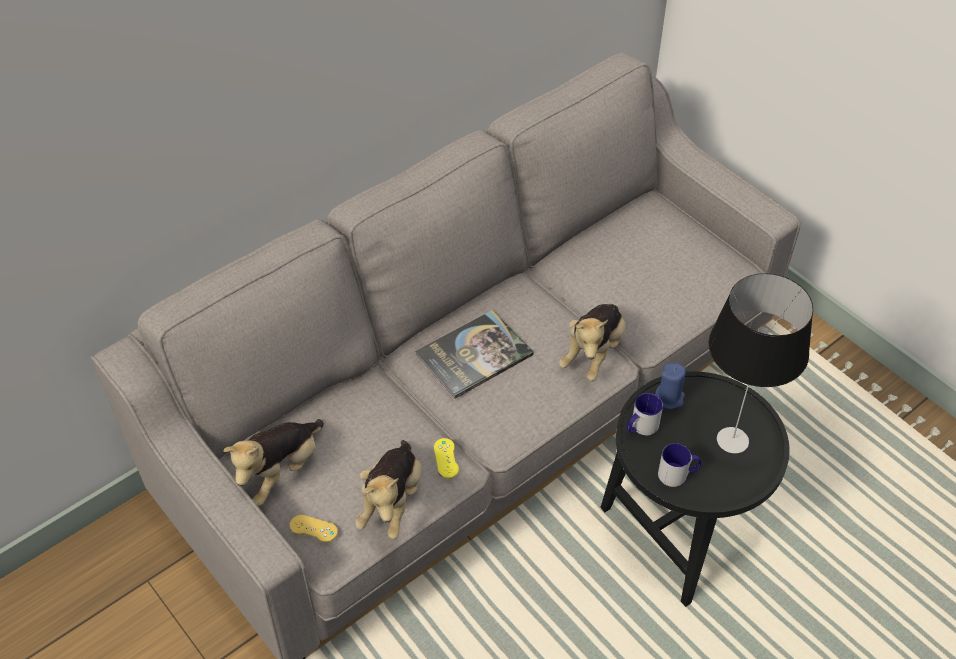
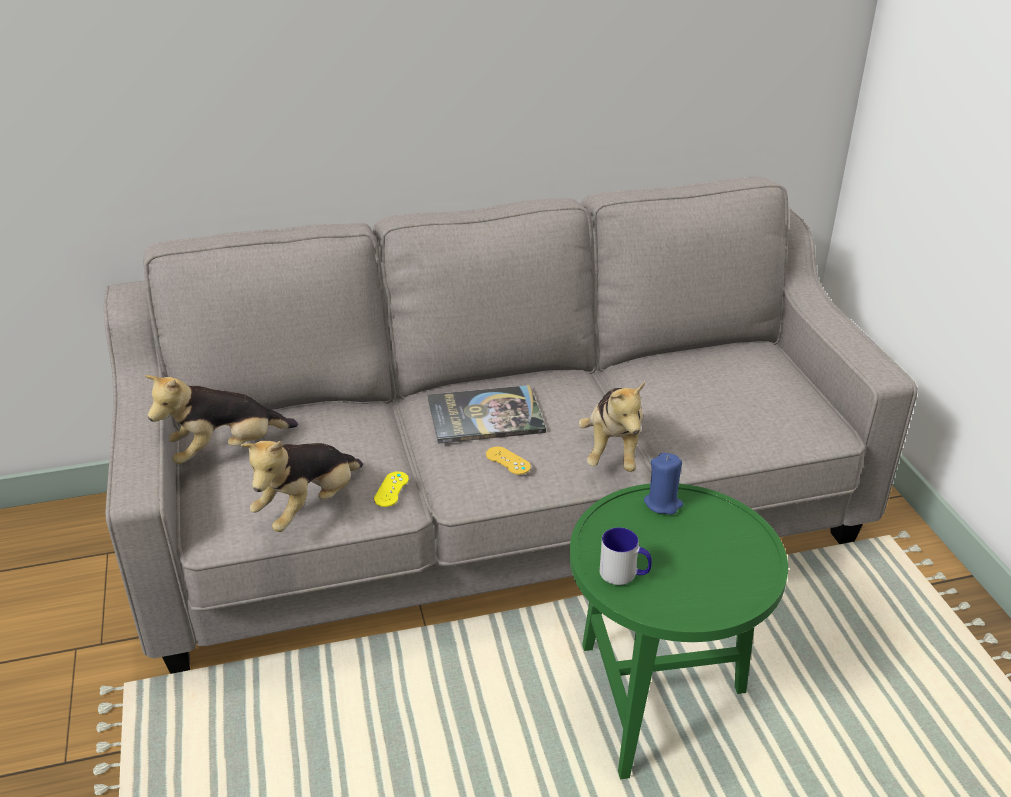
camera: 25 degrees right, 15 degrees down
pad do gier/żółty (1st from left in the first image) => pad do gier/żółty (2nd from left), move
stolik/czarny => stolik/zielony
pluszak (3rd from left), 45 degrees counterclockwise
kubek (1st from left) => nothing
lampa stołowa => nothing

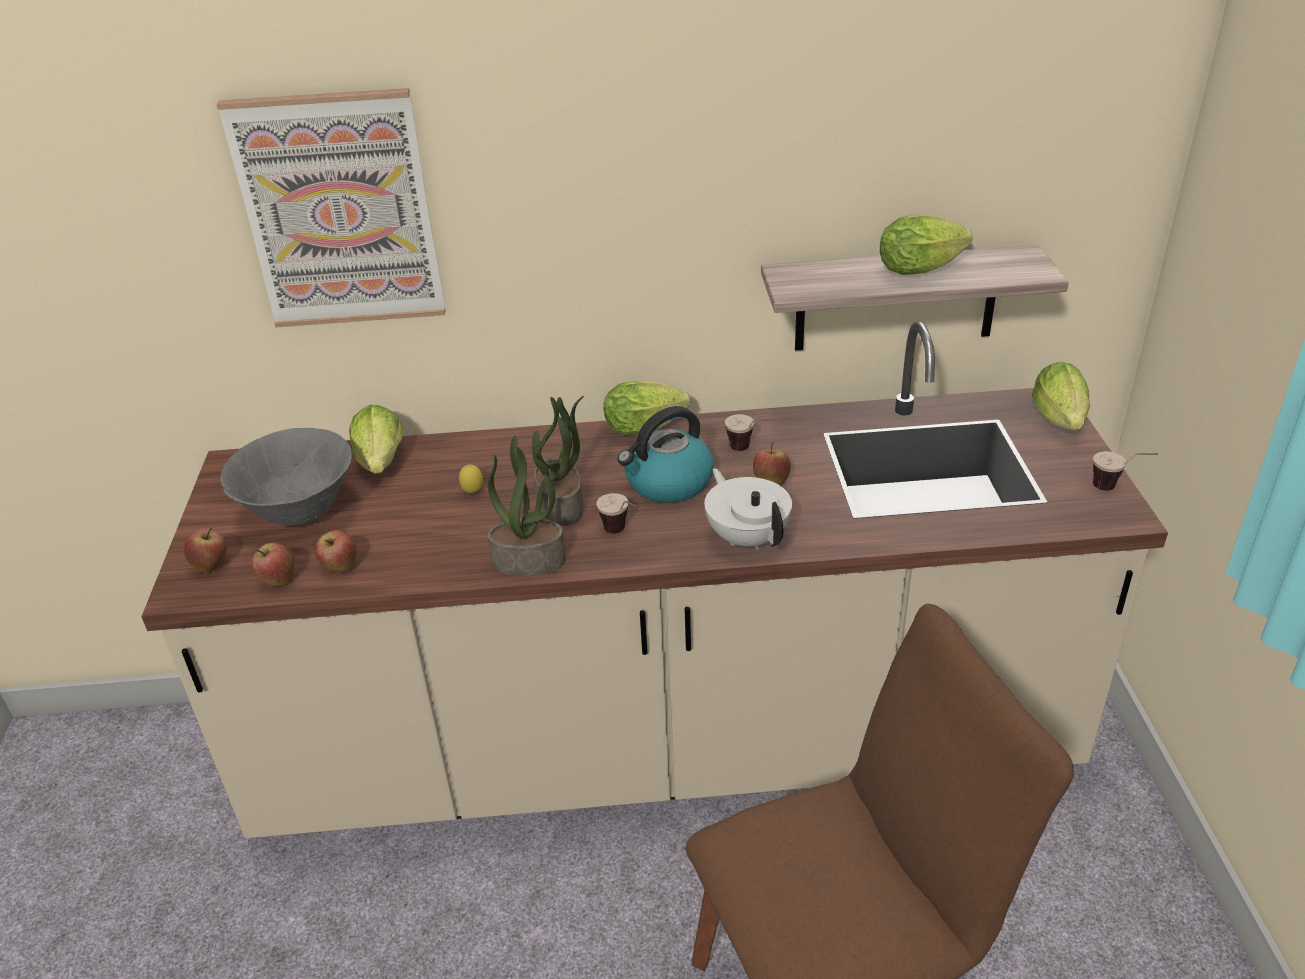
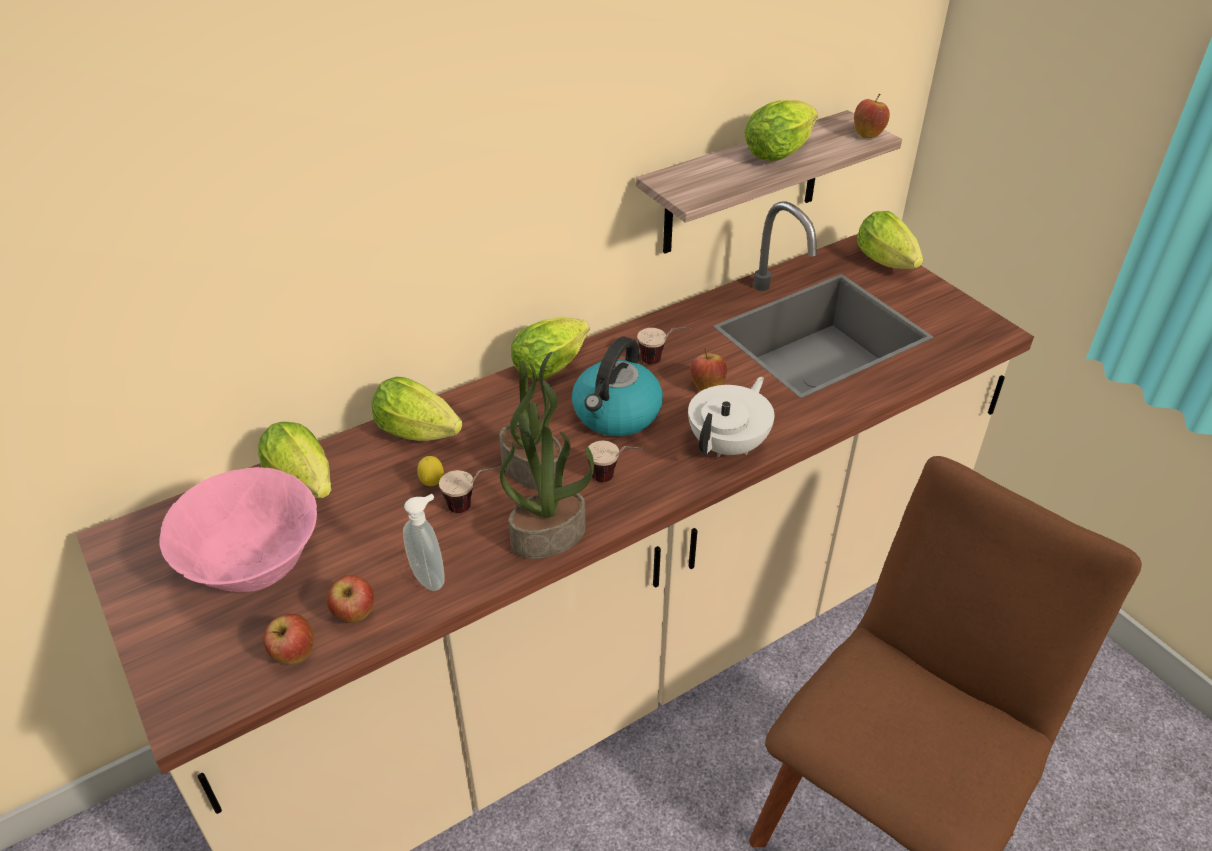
camera: 30 degrees left, 5 degrees up
miska/szary => miska/różowy
nothing => sałata (2nd from left)
nothing => dozownik mydła
filiżanka (3rd from left in the first image) => filiżanka (1st from left), move
imbryk/biały, 90 degrees clockwise
jabłko (1st from left in the first image) => jabłko (4th from left), move
obraz => nothing

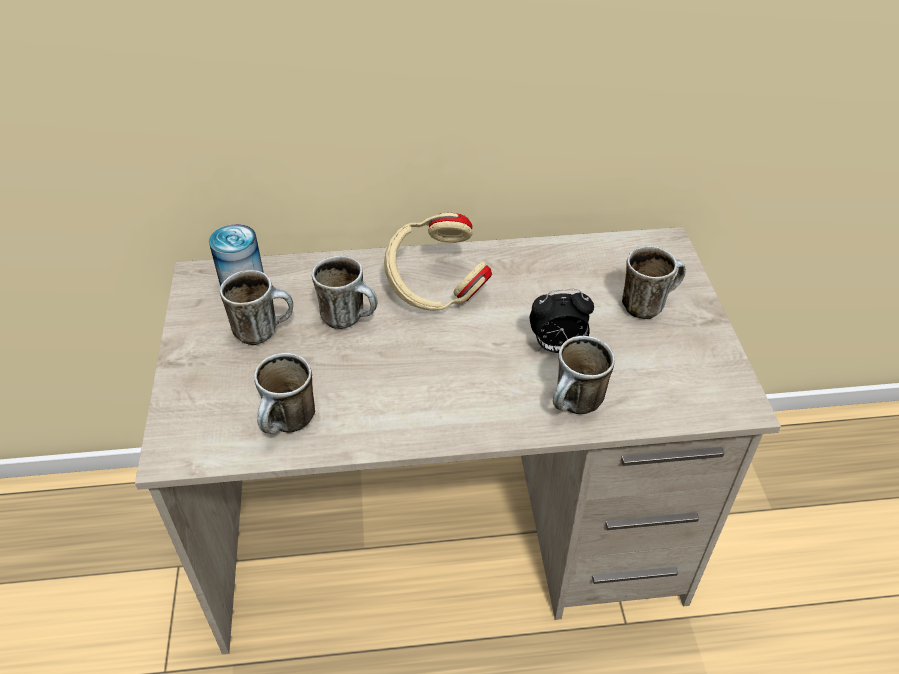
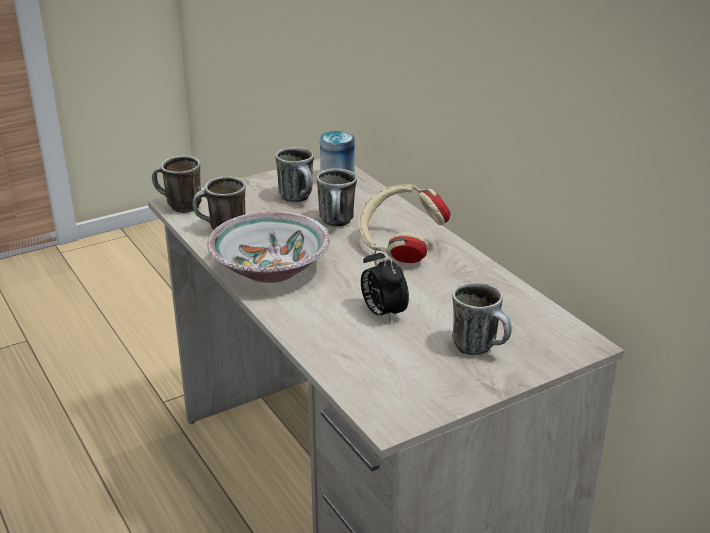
camera: 65 degrees right, 15 degrees down
kubek (4th from left in the first image) => kubek (1st from left), move
nothing => miska

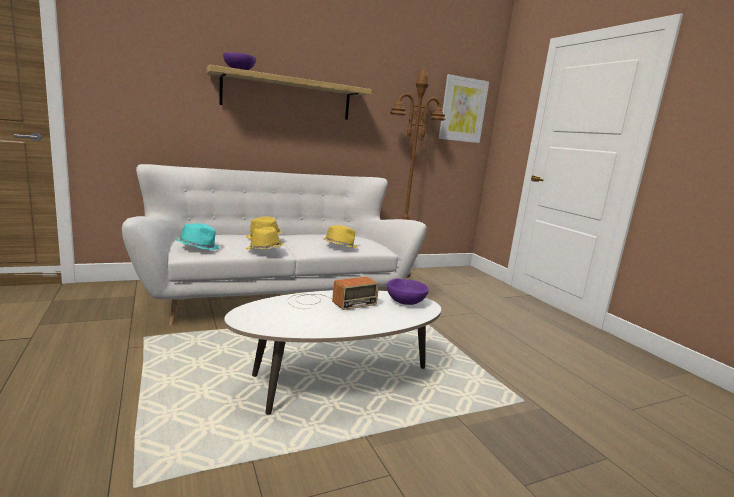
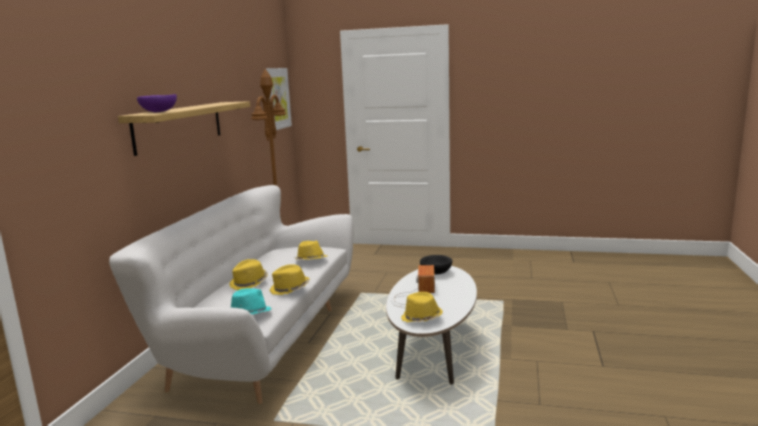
camera: 50 degrees left, 0 degrees up
nothing => kapelusz/żółty (4th from left)
miska/fioletowy (2nd from left) => miska/czarny

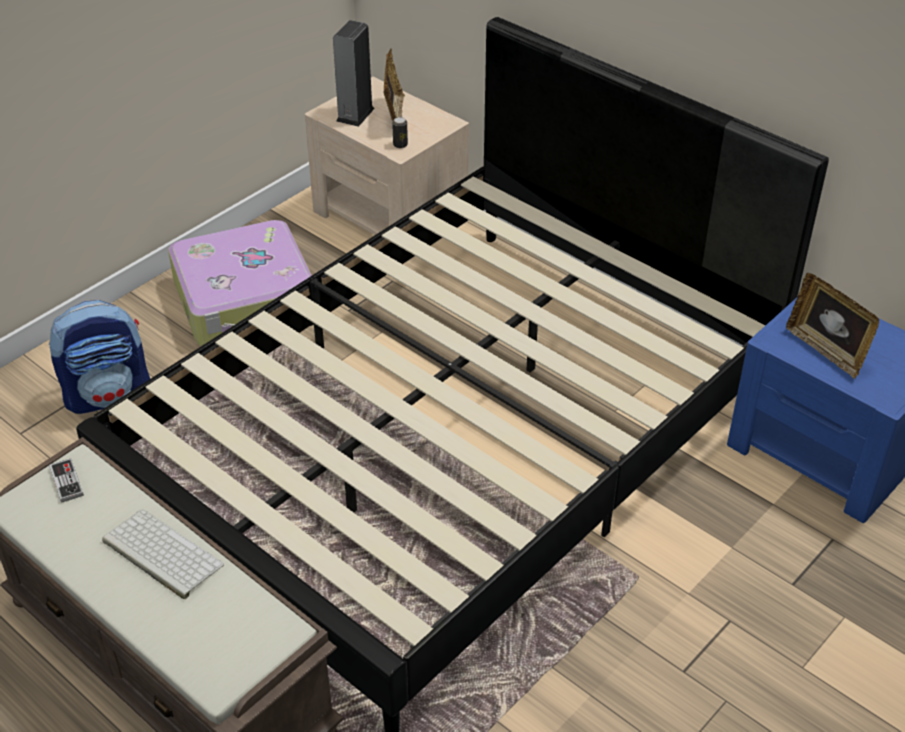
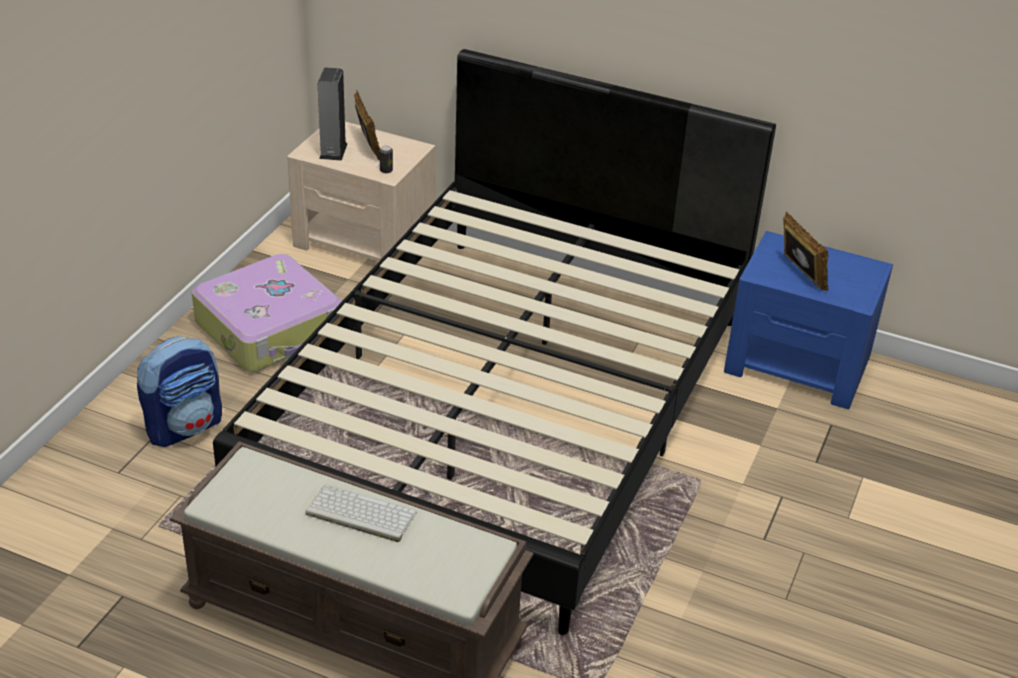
camera: 20 degrees left, 5 degrees down
ramka na zdjęcie (2nd from left), 150 degrees counterclockwise
pad do gier => nothing

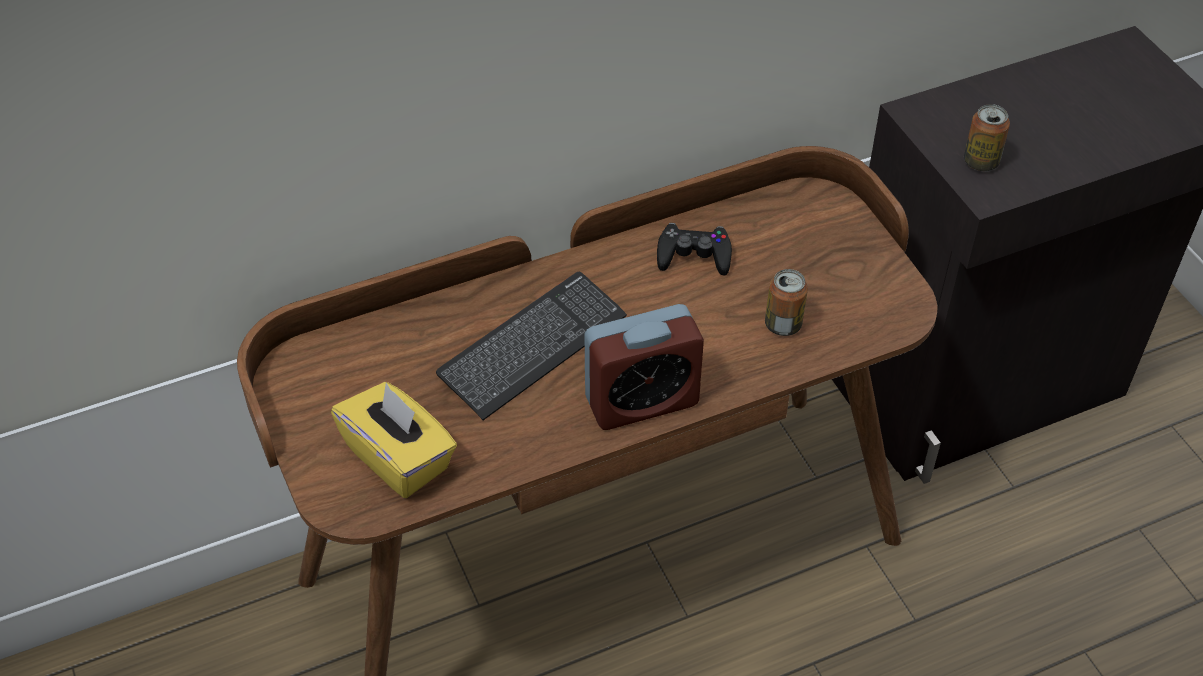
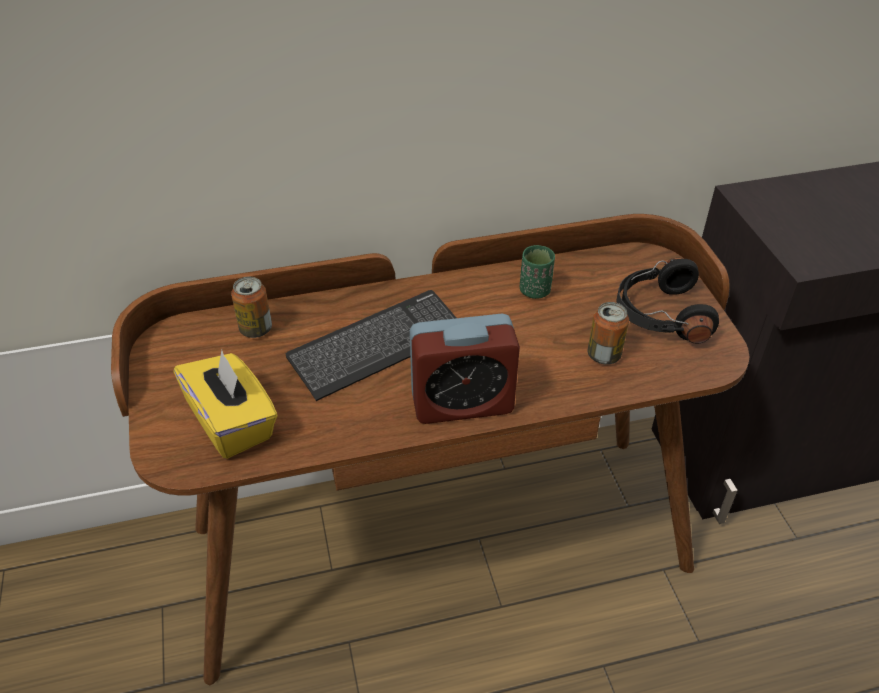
camera: 10 degrees right, 5 degrees down
puszka (2nd from left in the first image) => puszka (1st from left), move
pad do gier/czarny => filiżanka/zielony
nothing => słuchawki/czarny

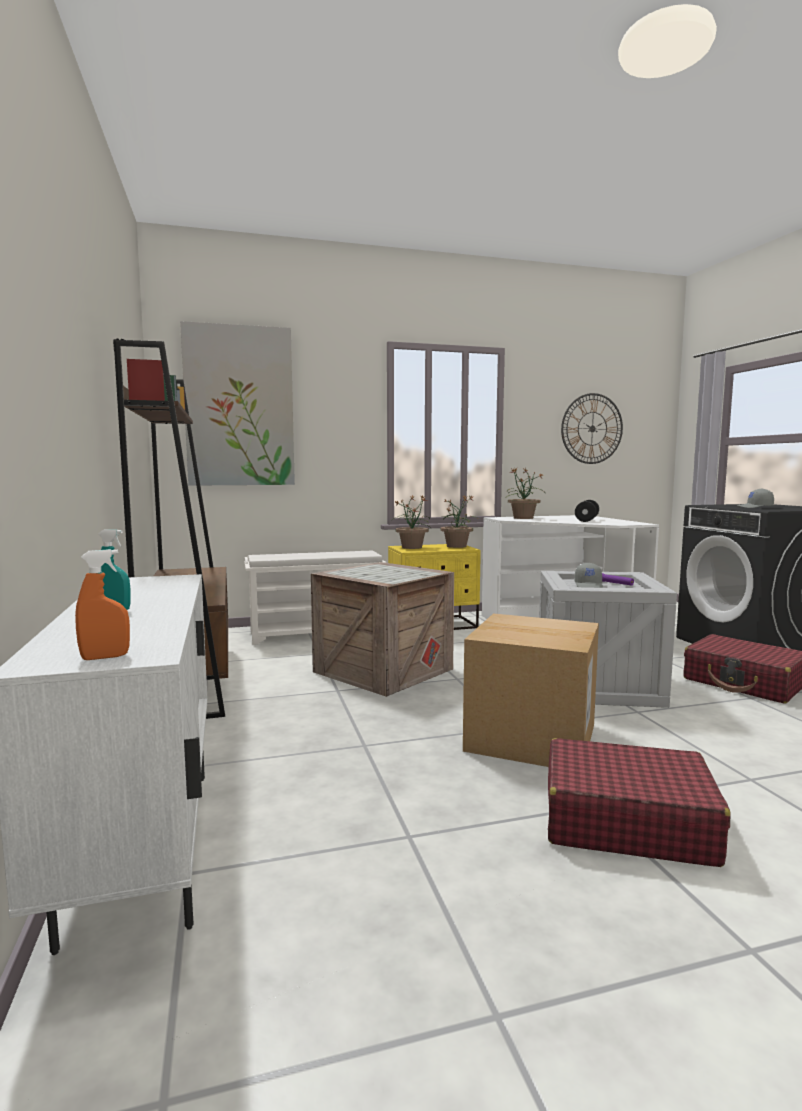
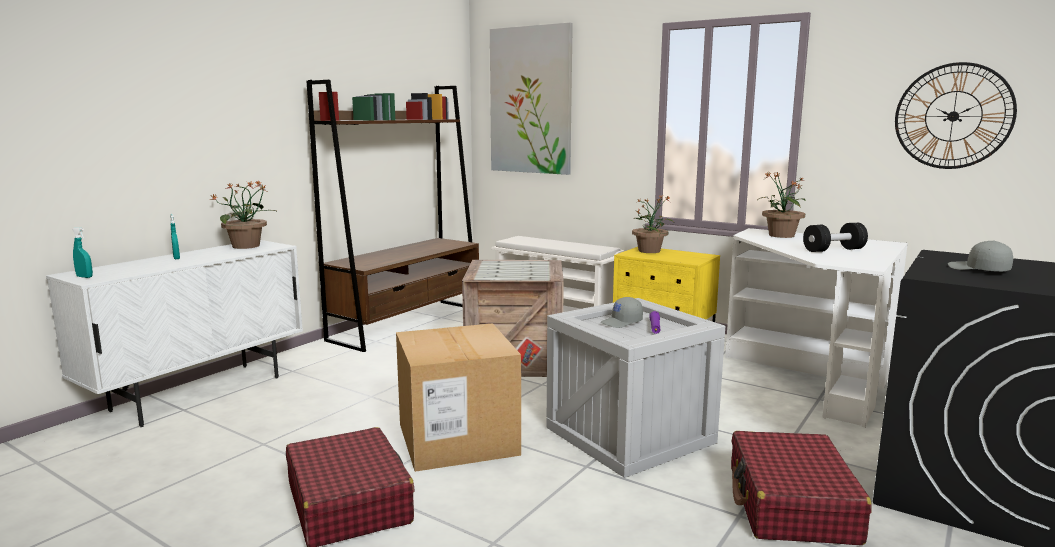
camera: 50 degrees right, 5 degrees up
spryskiwacz/pomarańczowy => spryskiwacz/turkusowy (1st from left)
roślina doniczkowa (2nd from left in the first image) => roślina doniczkowa (1st from left), move

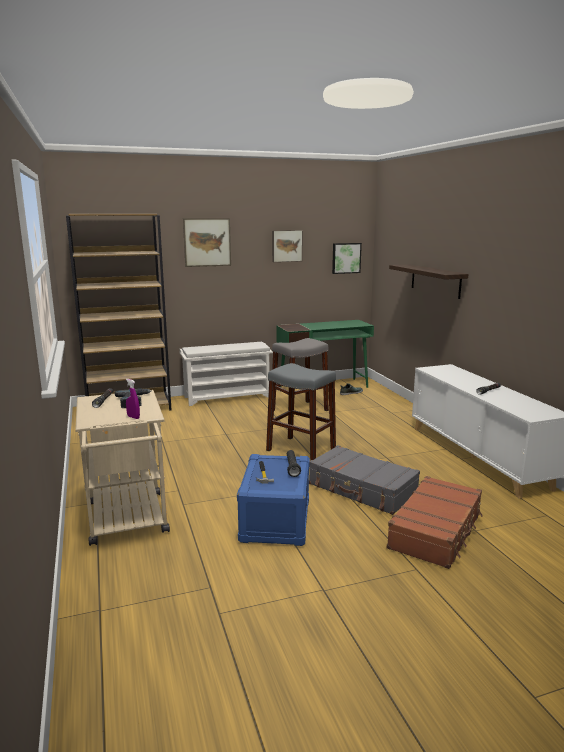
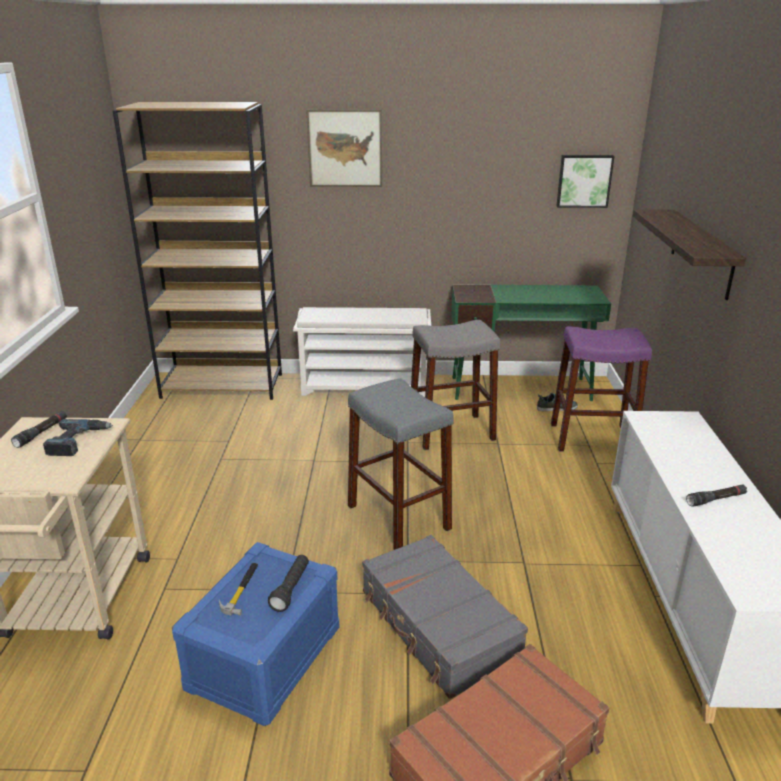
camera: 20 degrees right, 10 degrees up
nothing => stołek/fioletowy
spryskiwacz/fioletowy => nothing
obraz (2nd from left) => nothing

